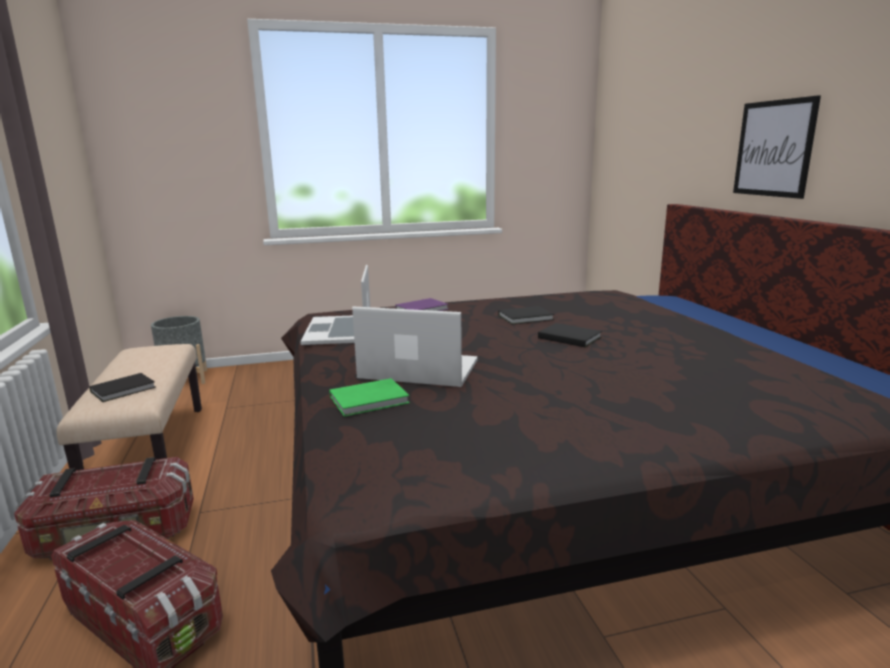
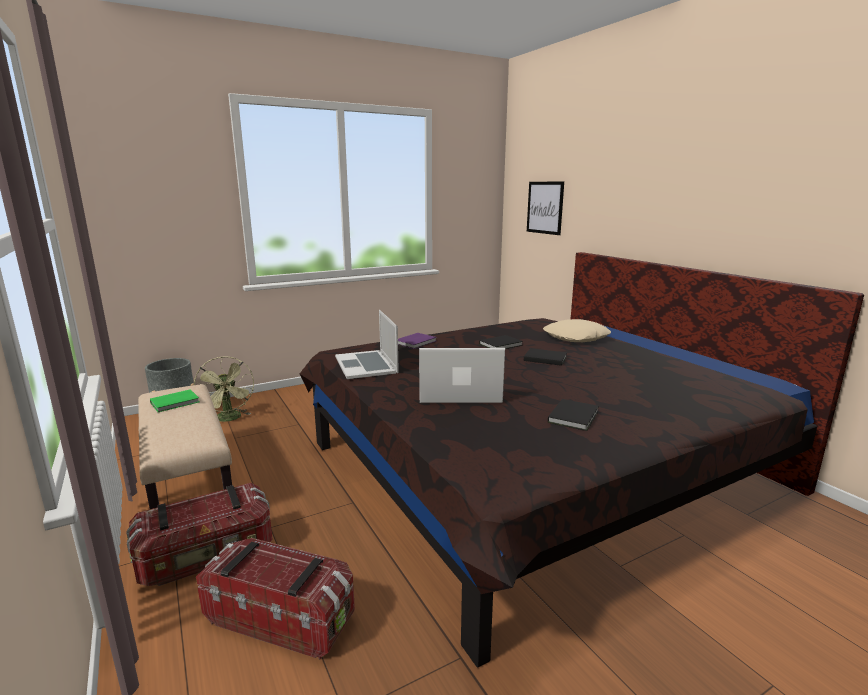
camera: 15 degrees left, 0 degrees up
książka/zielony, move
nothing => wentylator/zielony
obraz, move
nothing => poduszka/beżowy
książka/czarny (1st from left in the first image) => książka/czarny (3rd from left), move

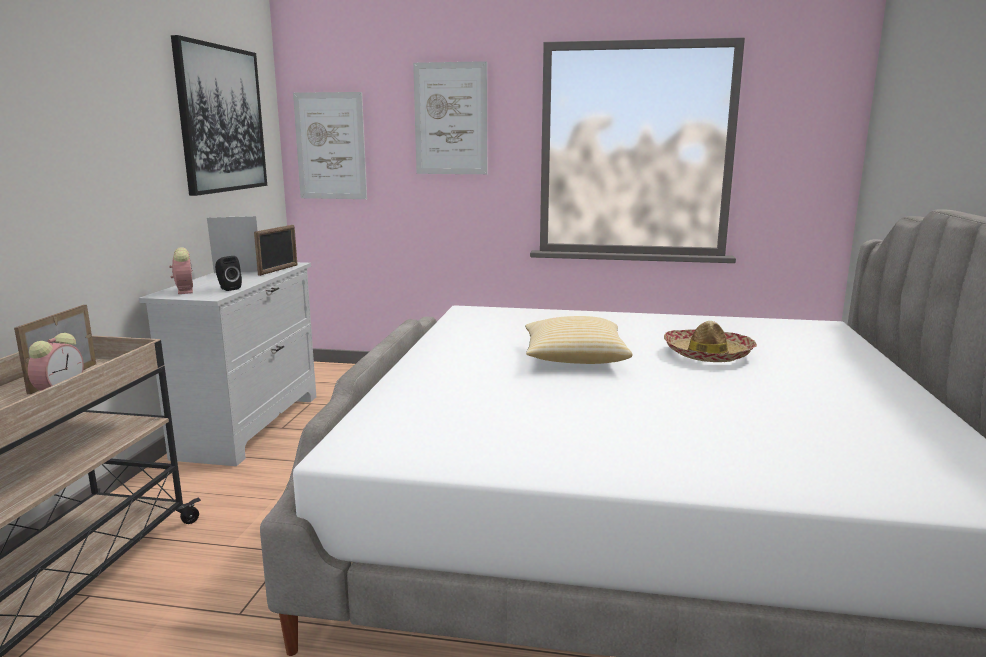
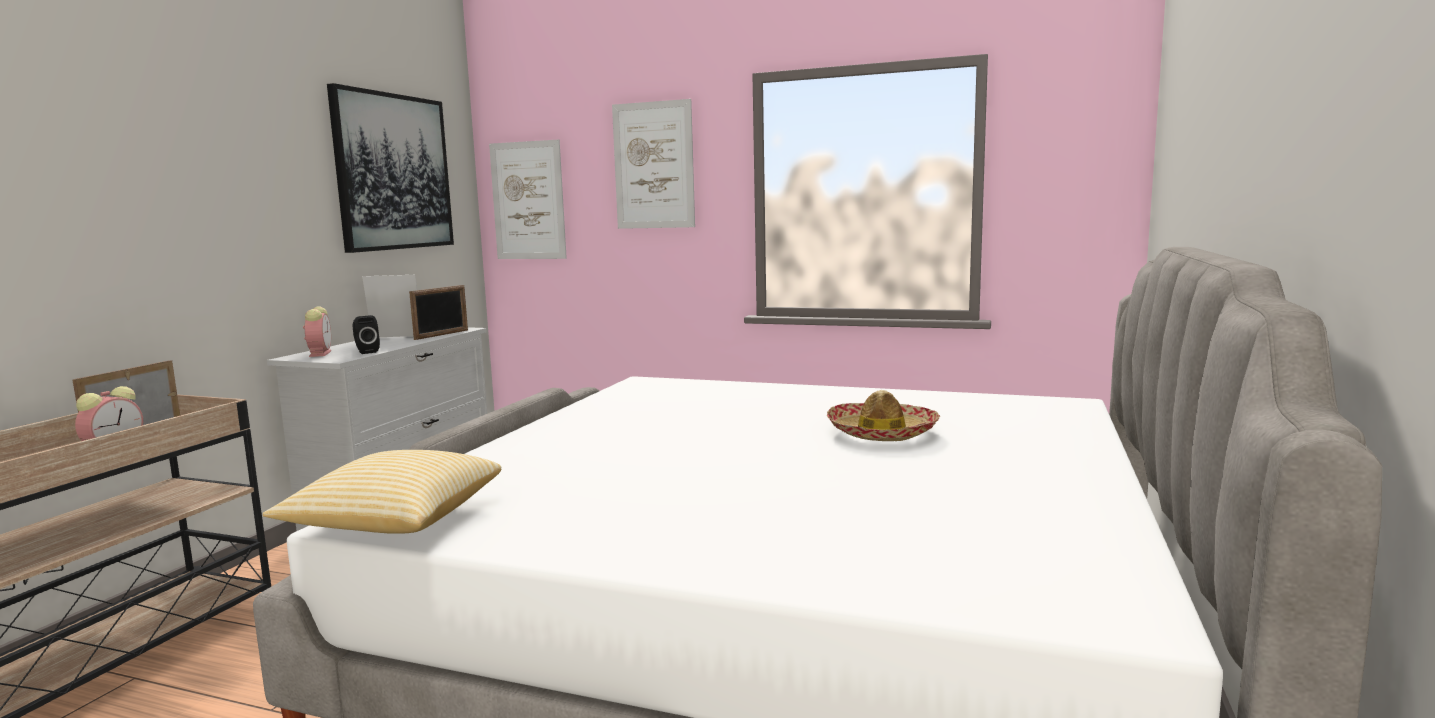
camera: 10 degrees right, 5 degrees down
poduszka, move

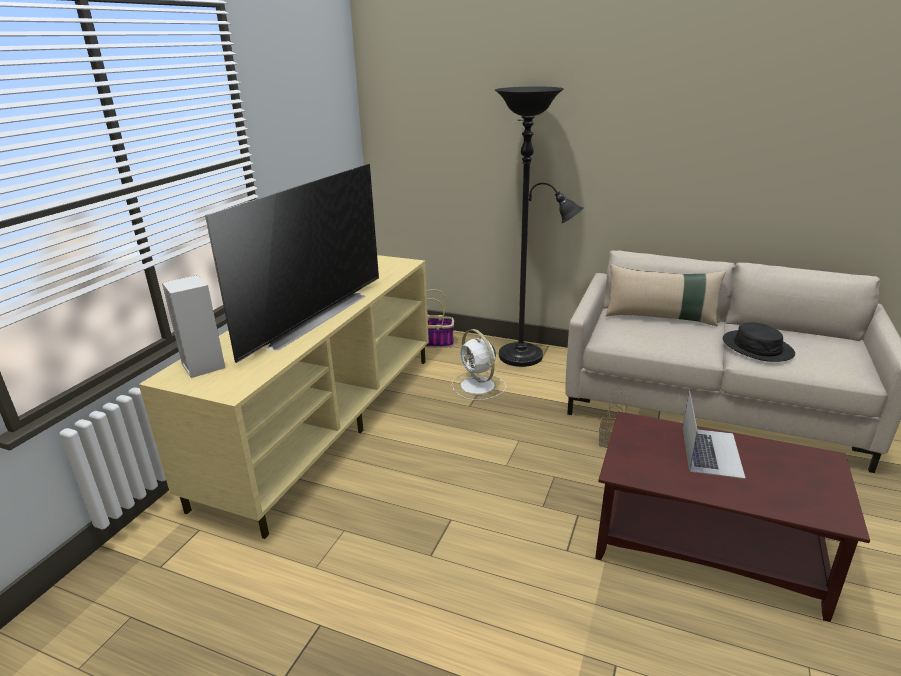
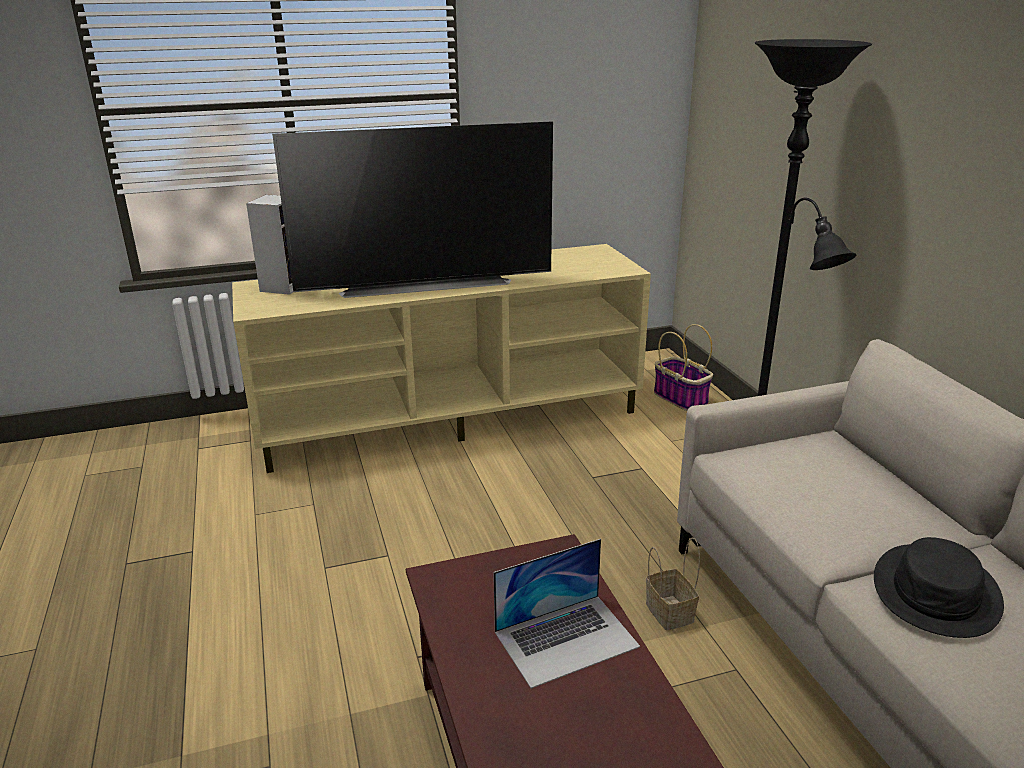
camera: 50 degrees right, 0 degrees up
wentylator/biały => nothing
poduszka/beżowy => nothing

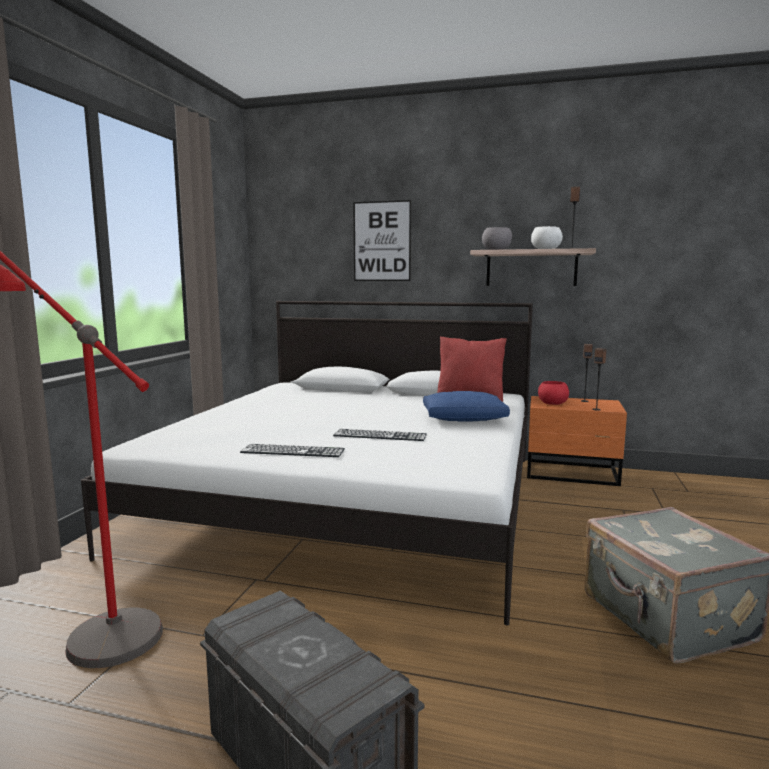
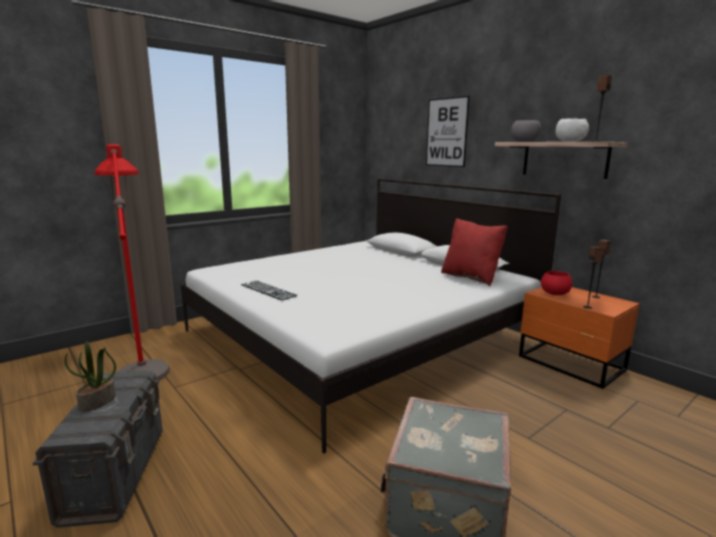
camera: 35 degrees right, 5 degrees up
nothing => roślina doniczkowa
klawiatura (2nd from left) => nothing
poduszka/niebieski => nothing

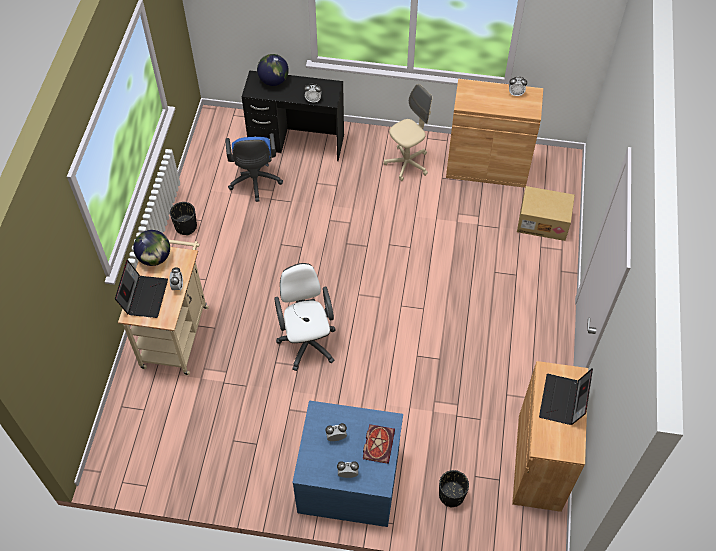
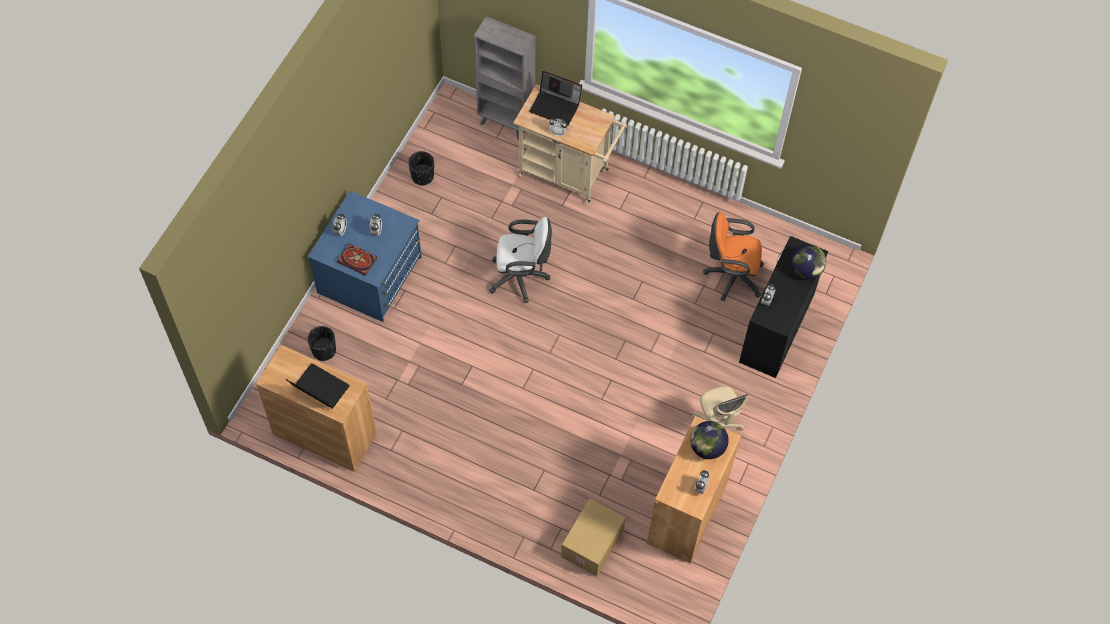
camera: 105 degrees right, 5 degrees up
donica/czarny (1st from left in the first image) => donica/czarny (2nd from left), move
nothing => regał/szary
globus (1st from left), move
krzesło biurowe/niebieski => krzesło biurowe/pomarańczowy

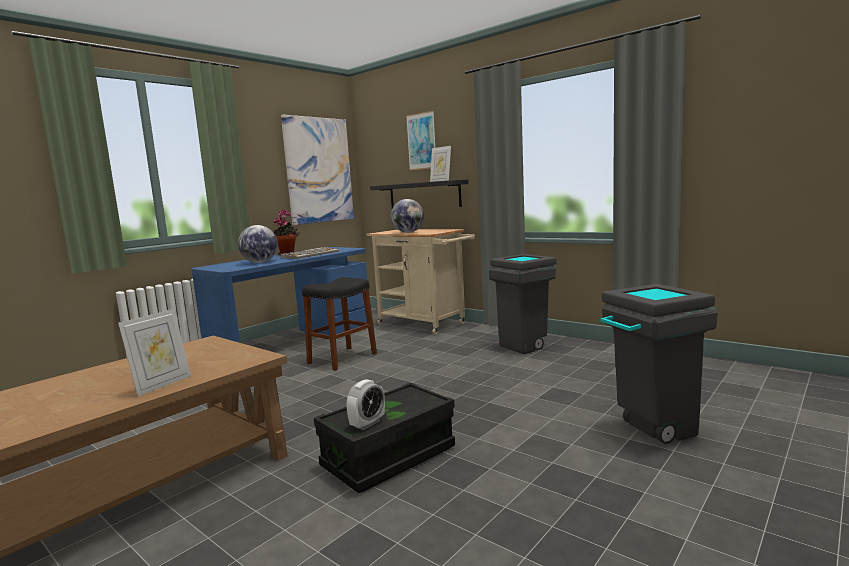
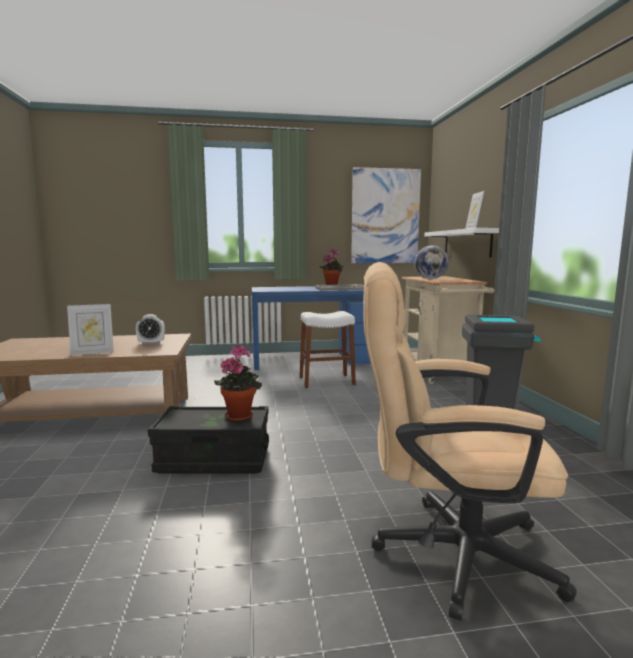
camera: 40 degrees right, 0 degrees up
budzik, move
nothing => roślina doniczkowa (1st from left)
stołek/czarny => stołek/biały
kosz na śmieci/szary (2nd from left) => krzesło biurowe/beżowy
półka/czarny => półka/biały
globus (1st from left) => nothing
obraz (2nd from left) => nothing

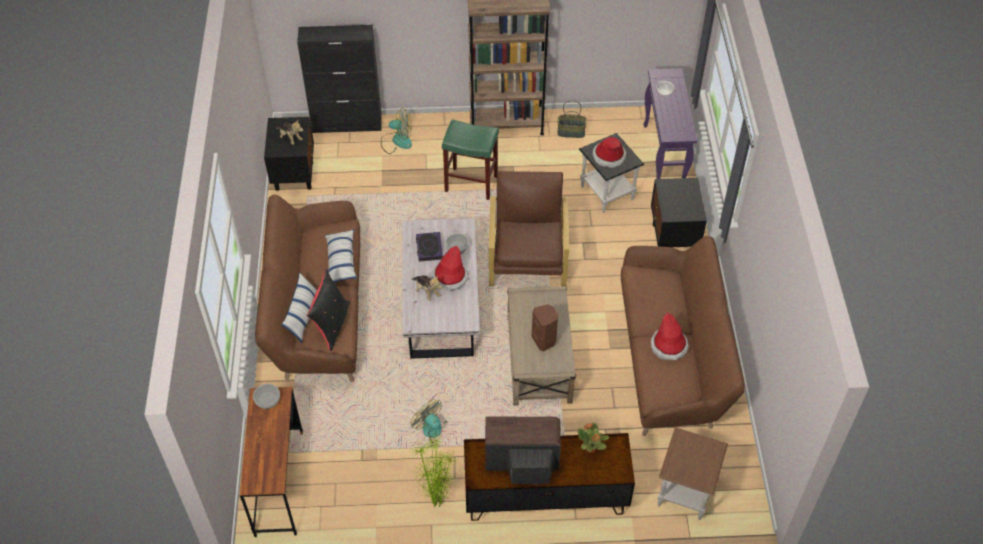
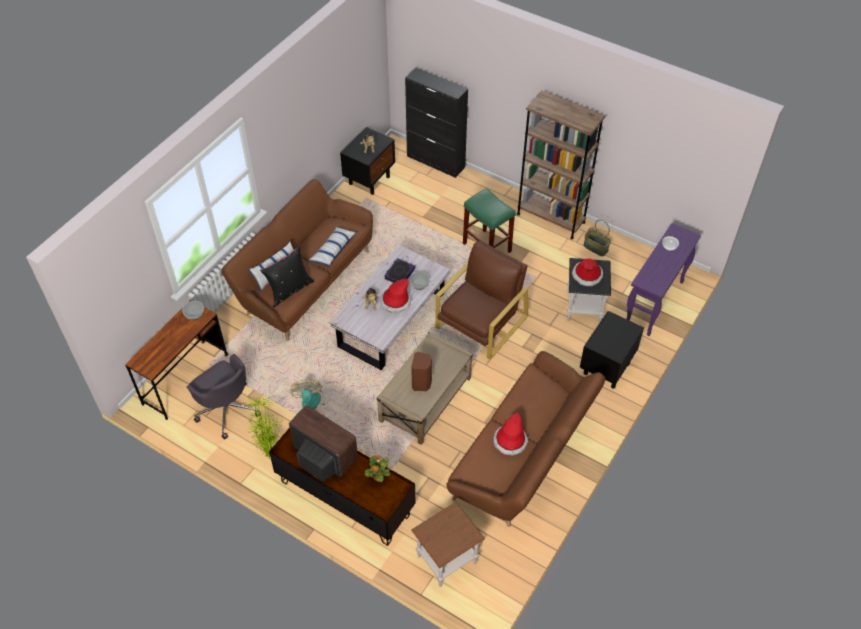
camera: 35 degrees right, 0 degrees up
nothing => krzesło biurowe/szary
wentylator (1st from left) => nothing

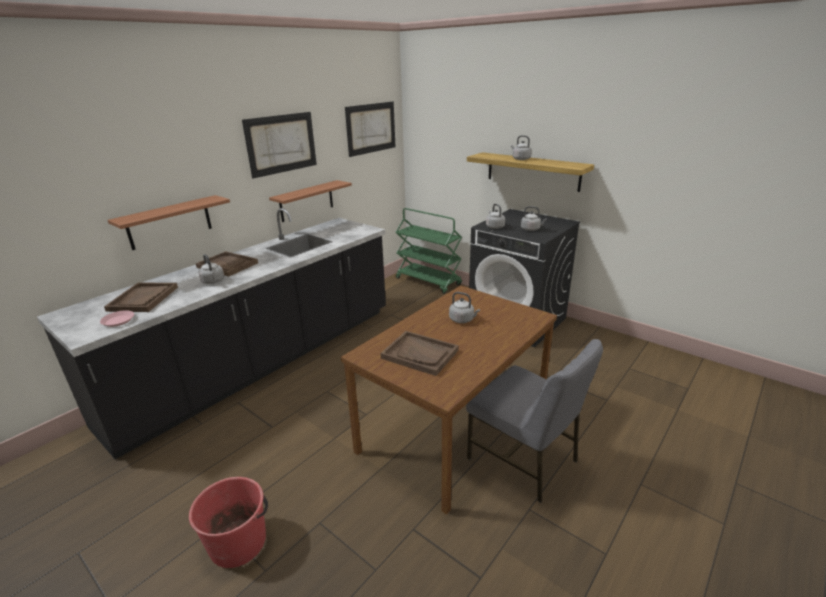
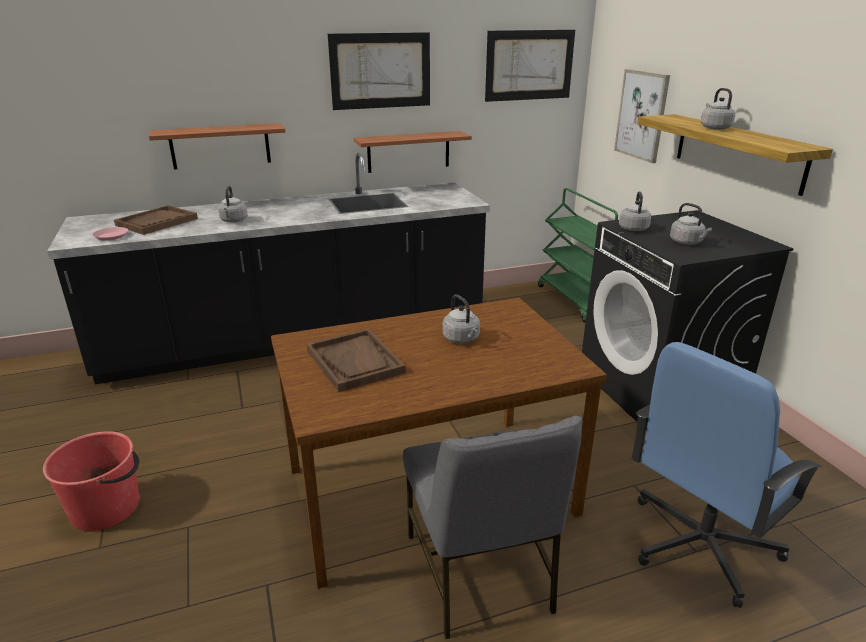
camera: 30 degrees right, 0 degrees up
nothing => obraz (3rd from left)
nothing => krzesło biurowe/niebieski
taca/brązowy (2nd from left) => nothing

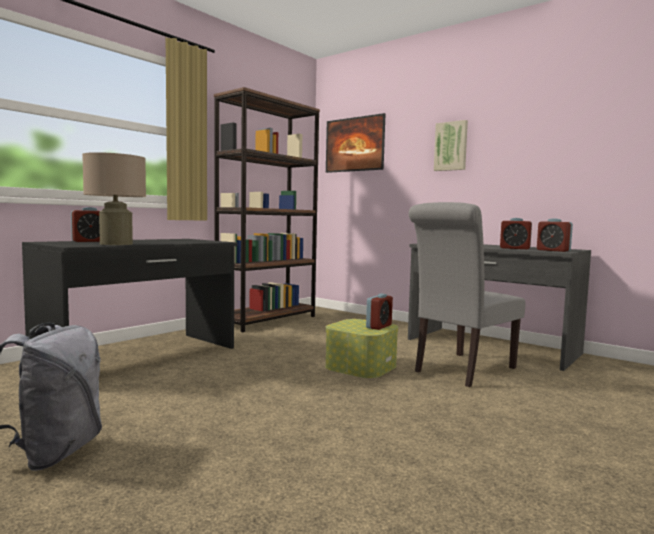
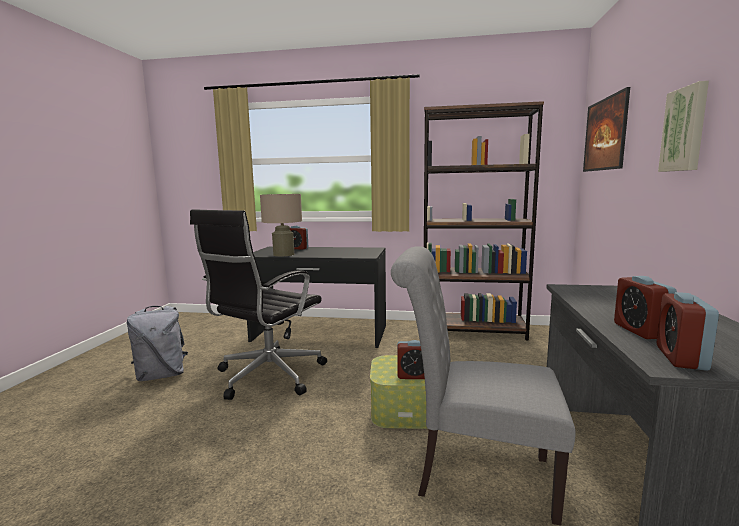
camera: 60 degrees right, 5 degrees up
nothing => krzesło biurowe/czarny

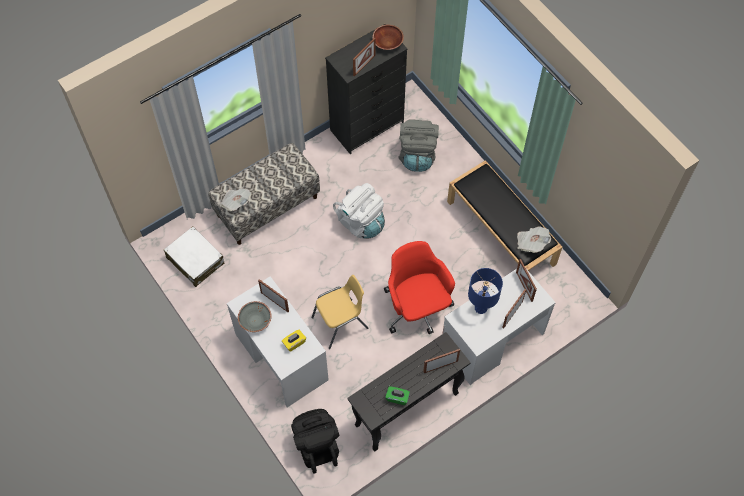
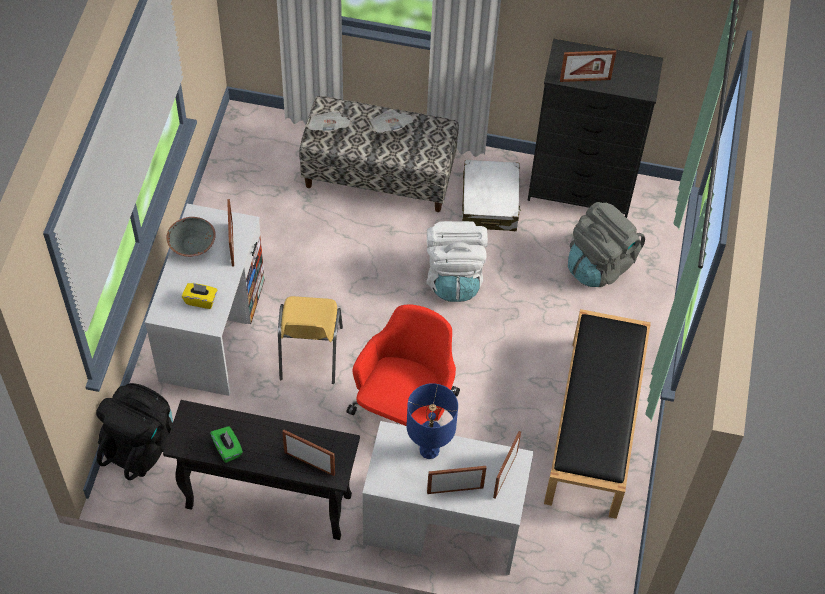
camera: 45 degrees right, 5 degrees down
krzesło/żółty, 75 degrees clockwise
gazeta (2nd from left), move
walizka/biały, move
miska/brązowy => nothing

